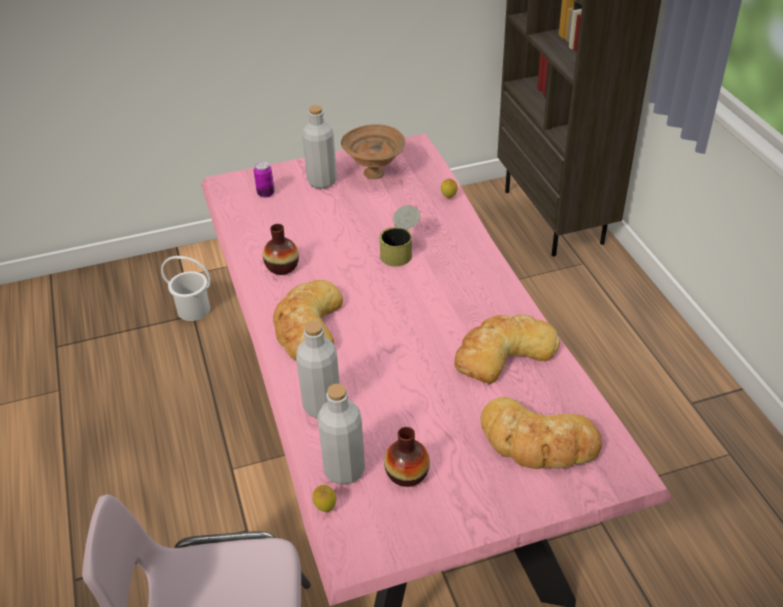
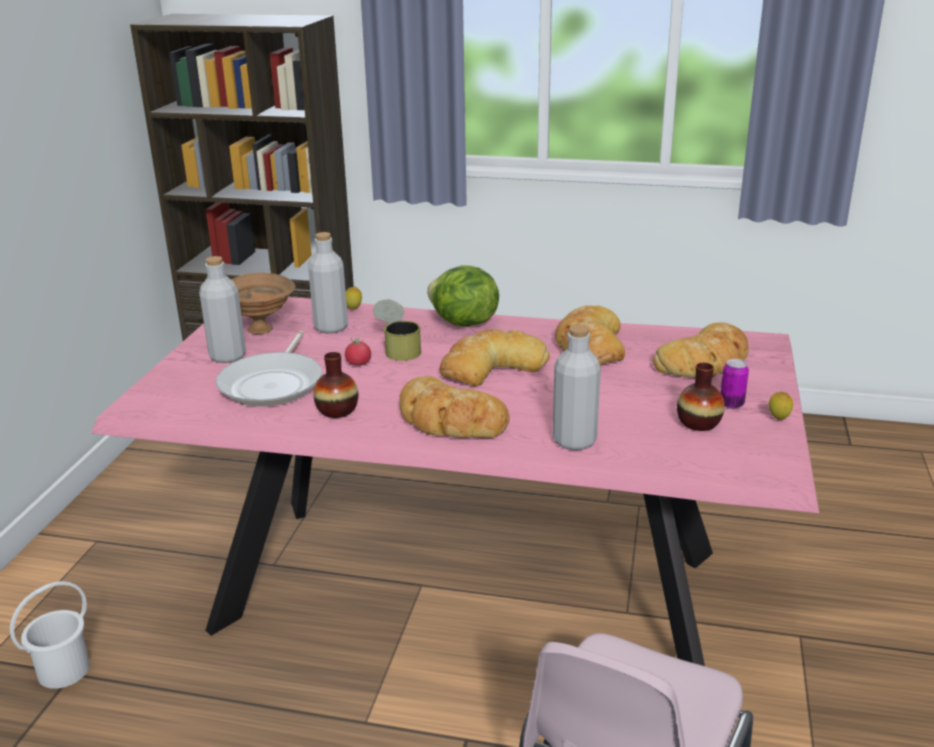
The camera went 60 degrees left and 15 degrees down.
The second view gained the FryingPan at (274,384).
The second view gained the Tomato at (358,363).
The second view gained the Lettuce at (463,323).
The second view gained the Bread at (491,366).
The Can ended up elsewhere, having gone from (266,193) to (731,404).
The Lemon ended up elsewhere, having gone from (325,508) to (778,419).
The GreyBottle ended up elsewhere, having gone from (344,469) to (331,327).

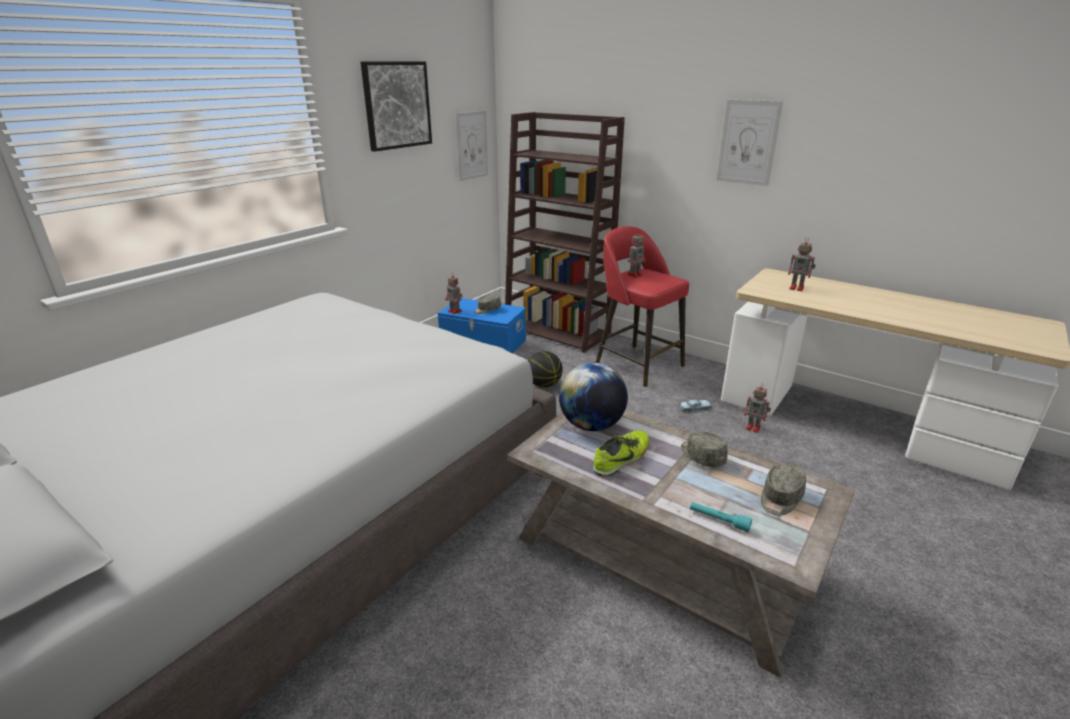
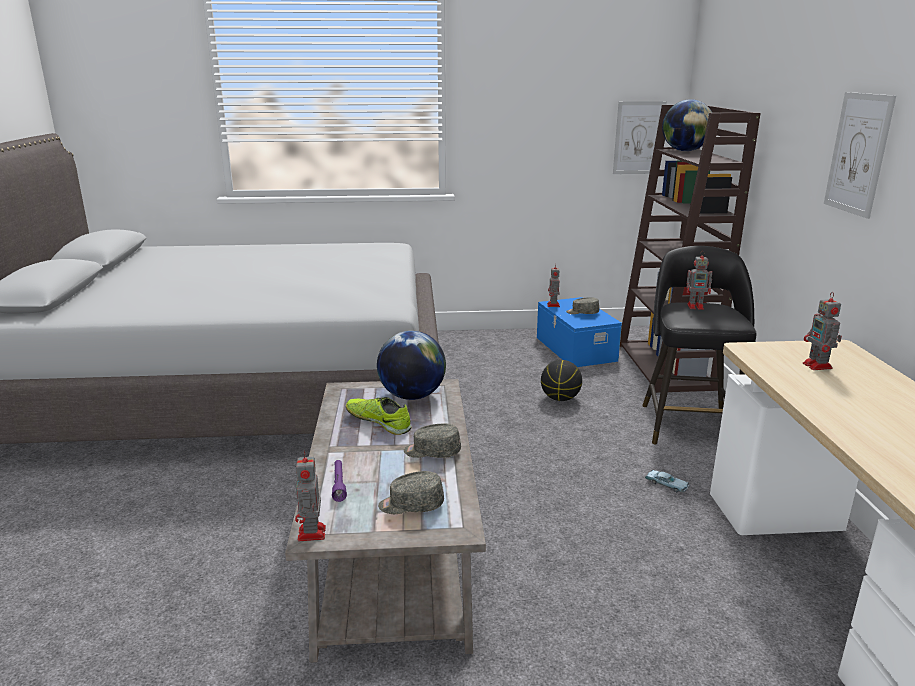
The camera went 50 degrees right and 5 degrees down.
The second view lost the Picture at (397,105).
The second view gained the Globe at (685,151).
The ToyRobot ended up elsewhere, having gone from (754,428) to (311,534).
What was the RedStool at (637,364) turned into the BlackStool at (689,424).
What was the TurquoiseFlashlight at (719,520) turned into the PurpleFlashlight at (339,484).
The Shoe at (622,458) ended up facing another way, 150 degrees counterclockwise from before.
The GreyCap at (701,456) ended up facing another way, 105 degrees counterclockwise from before.

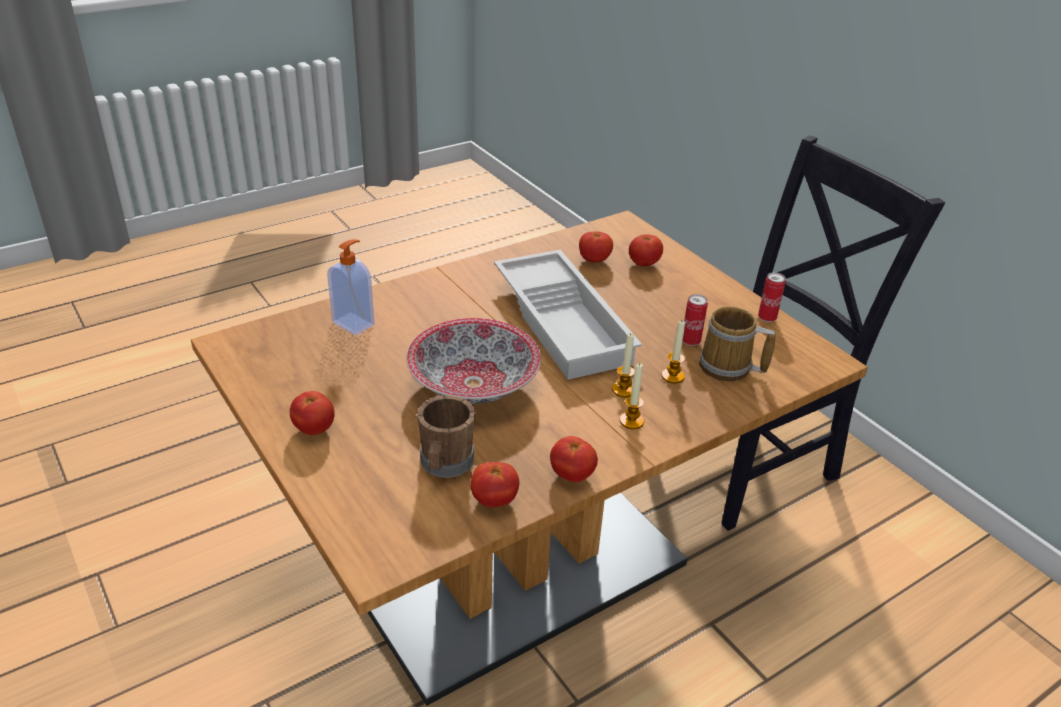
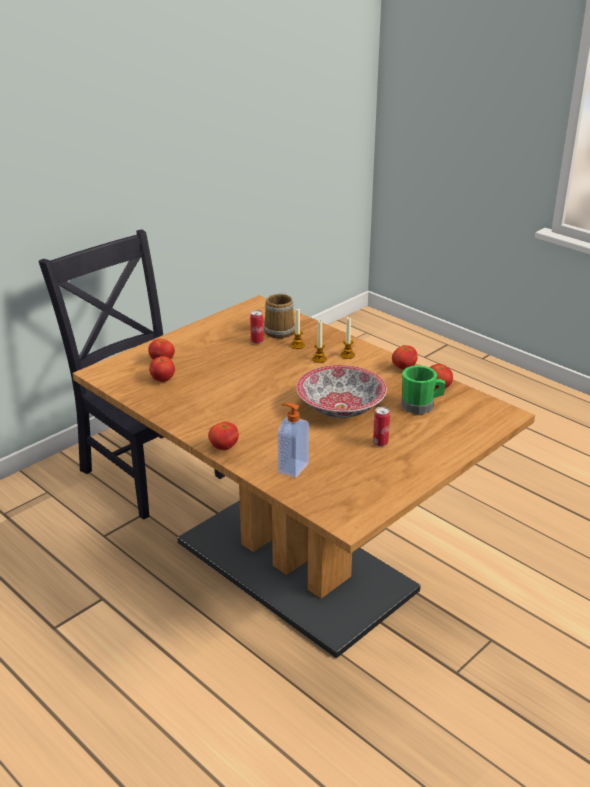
The camera went 100 degrees left and 5 degrees down.
The second view lost the WhiteTray at (565,322).
The Tomato ended up elsewhere, having gone from (314,429) to (224,447).
The Can ended up elsewhere, having gone from (767,318) to (380,443).
What was the BrownMug at (445,464) turned into the GreenMug at (421,406).

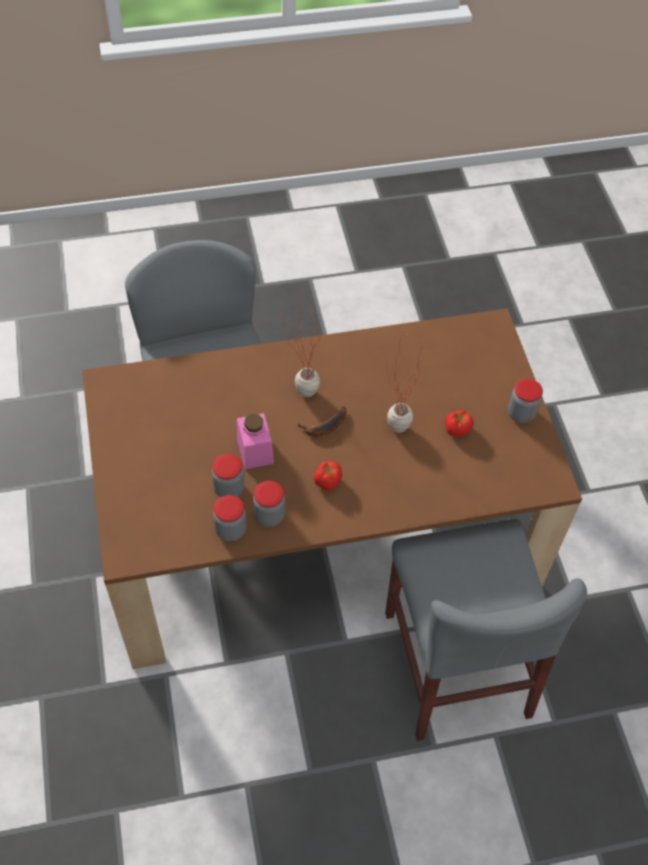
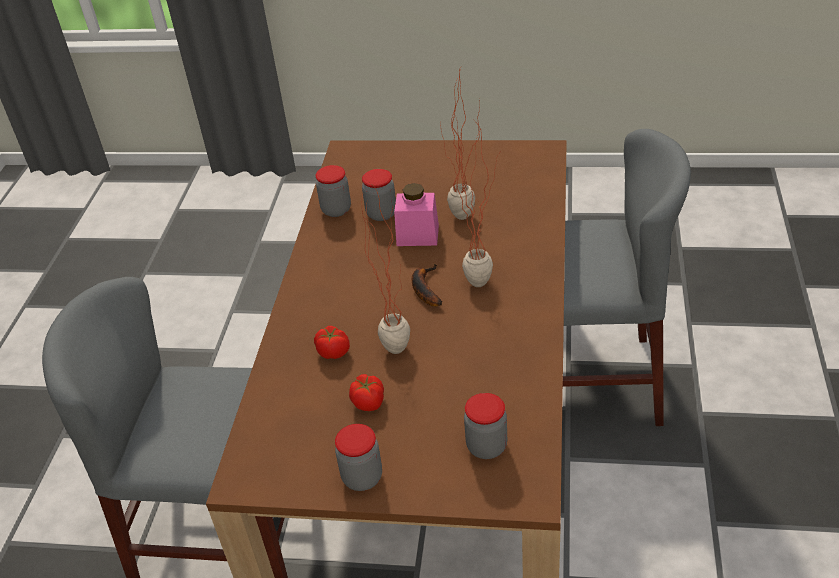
The camera went 115 degrees right and 15 degrees down.
The second view gained the PottedPlant at (465,221).
The Jar ended up elsewhere, having gone from (269,516) to (486,446).
The Tomato ended up elsewhere, having gone from (327,481) to (333,352).

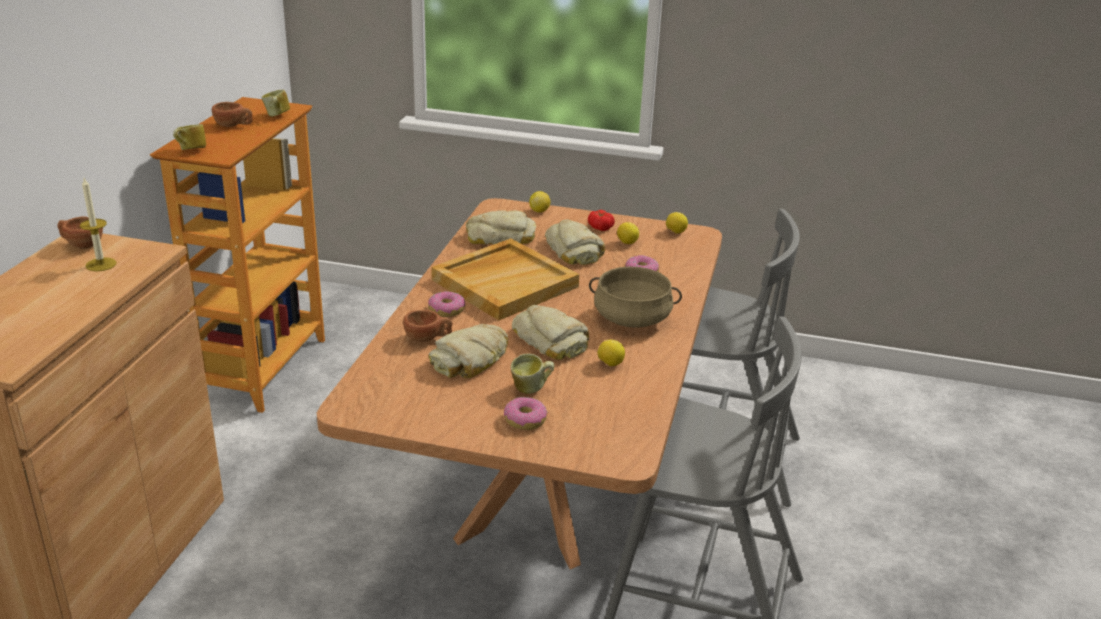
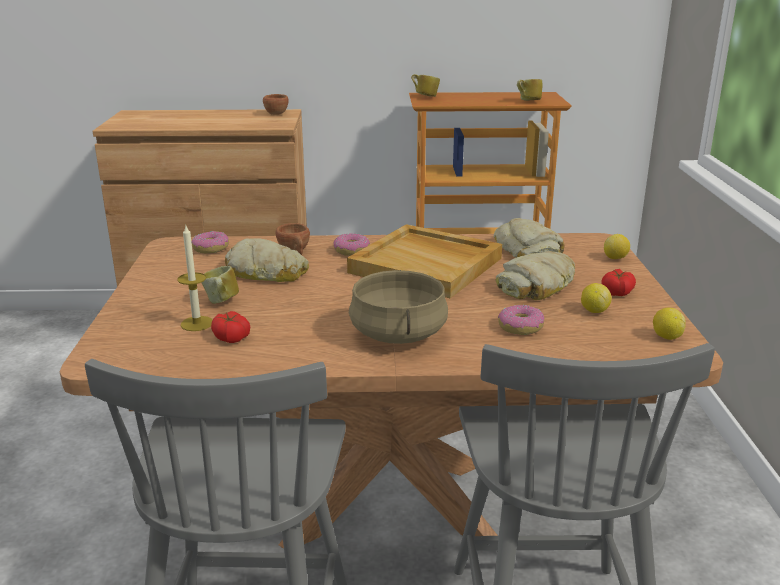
The camera went 75 degrees right and 5 degrees down.
The second view lost the BrownCup at (233,126).
The second view lost the Bread at (551,340).
The second view lost the Lemon at (610,364).
The second view gained the Tomato at (231,337).
The Candle ended up elsewhere, having gone from (101,264) to (197,323).
The Donut ended up elsewhere, having gone from (525,420) to (211,248).

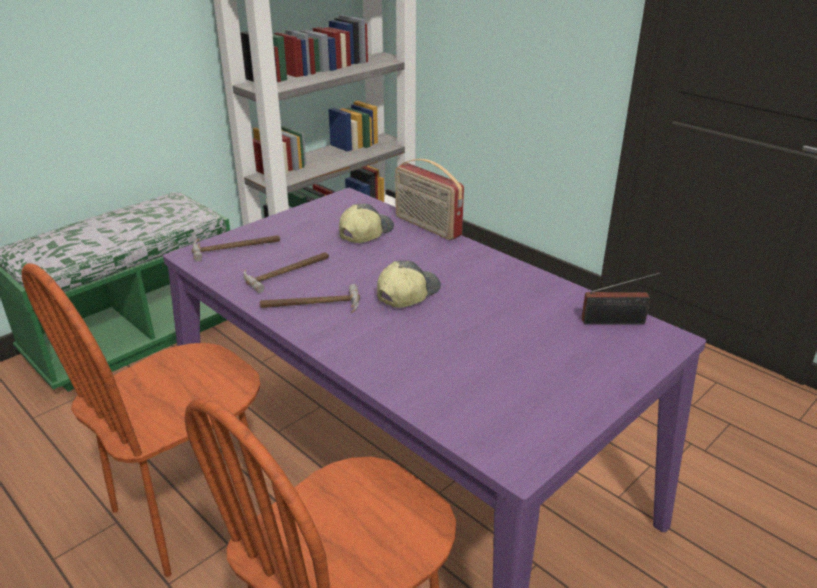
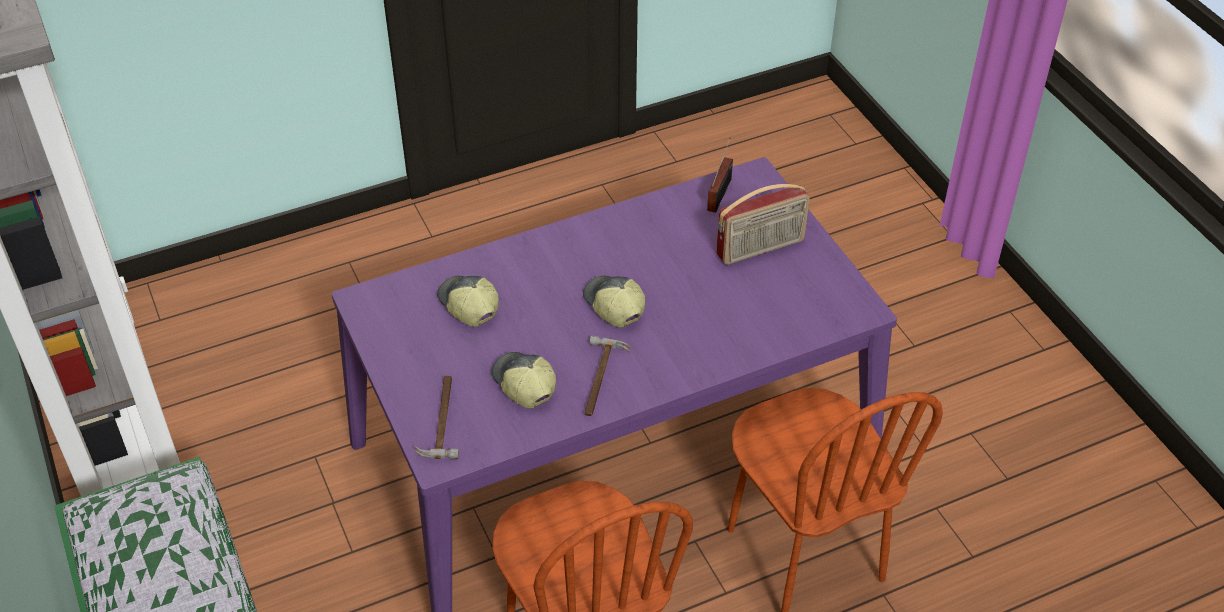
The camera went 70 degrees left and 15 degrees up.
The Radio ended up elsewhere, having gone from (427,226) to (761,248).
Where the Hammer stood at (288,271), the Cap came to stand at (523,384).

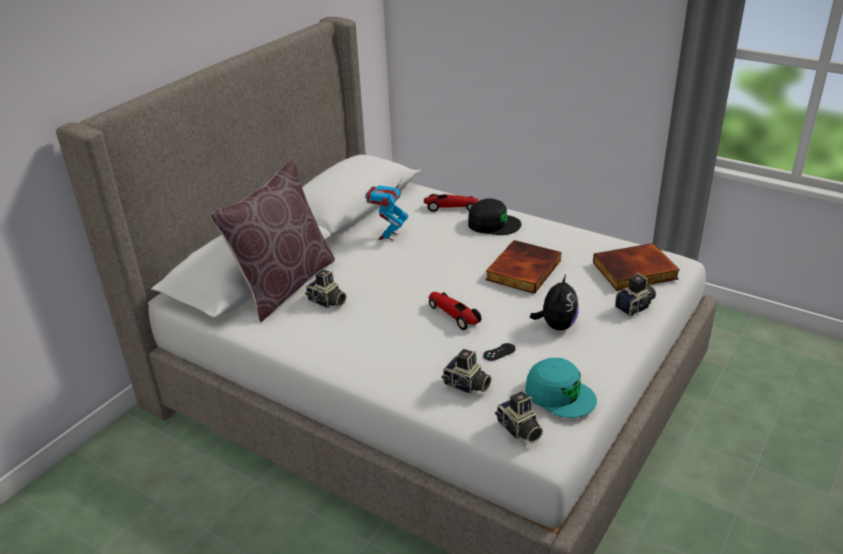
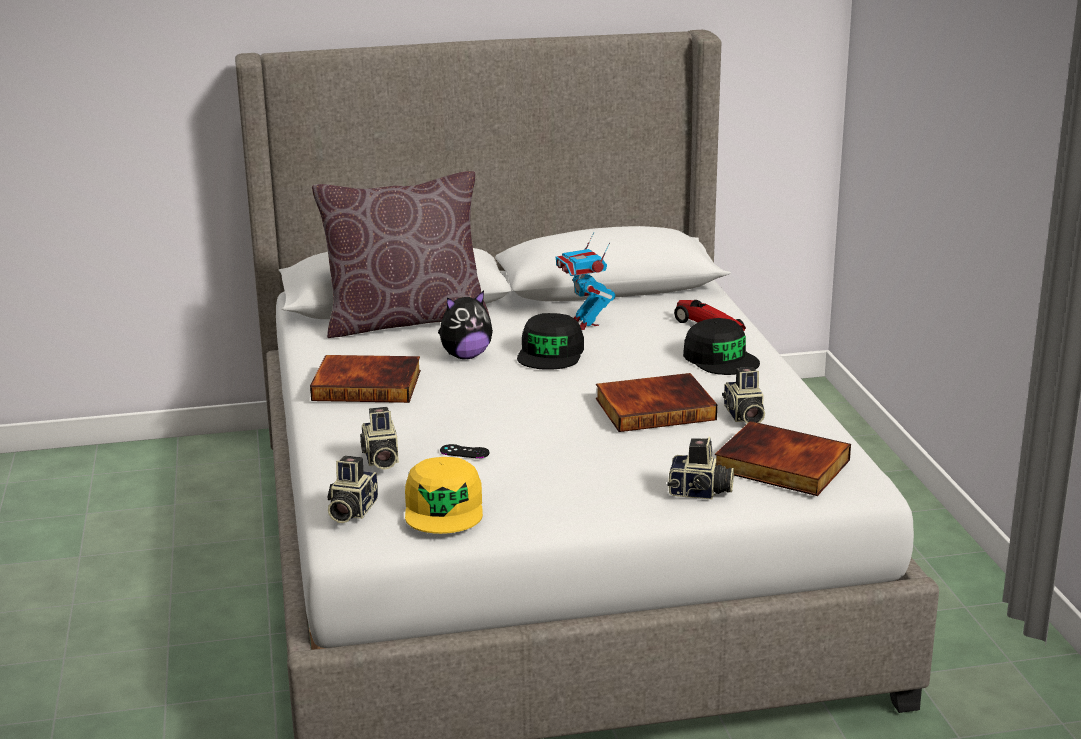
The camera went 45 degrees right and 10 degrees down.
The second view lost the ToyCar at (454,315).
The second view gained the Book at (368,384).
The second view gained the BlackCap at (551,353).
The PhotoCamera ended up elsewhere, having gone from (327,302) to (743,416).
The PlushToy ended up elsewhere, having gone from (556,325) to (465,356).
What was the TurquoiseCap at (559,394) turned into the YellowCap at (444,508).
The ToyRobot at (388,236) ended up facing another way, 90 degrees counterclockwise from before.

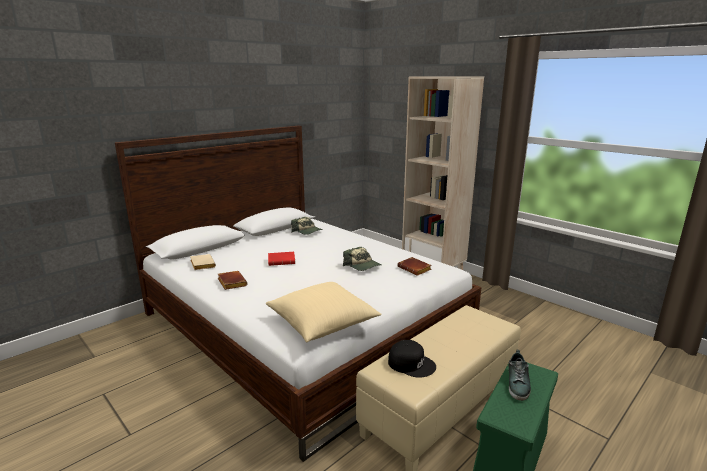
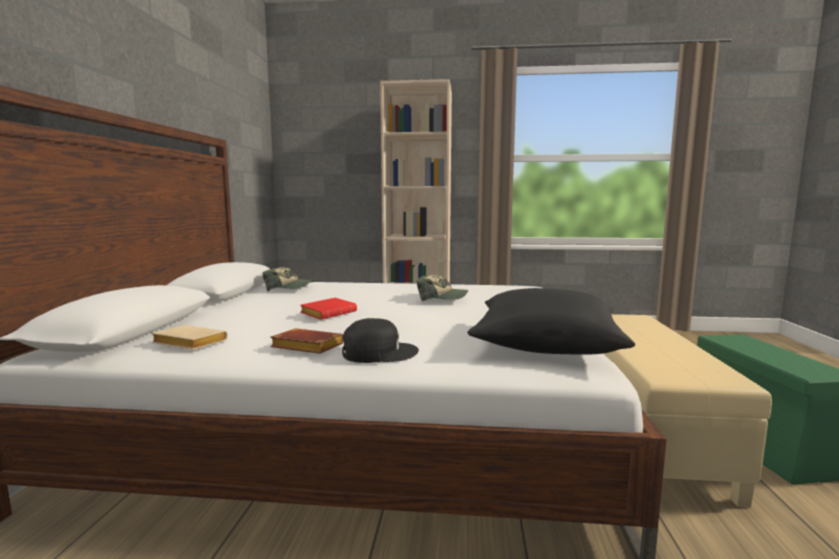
The camera went 40 degrees left and 10 degrees down.
The second view lost the BrownBook at (415,269).
The second view lost the Shoe at (518,383).
The BlackCap ended up elsewhere, having gone from (411,363) to (379,352).
What was the BeigePillow at (322,323) turned into the BlackPillow at (546,345).

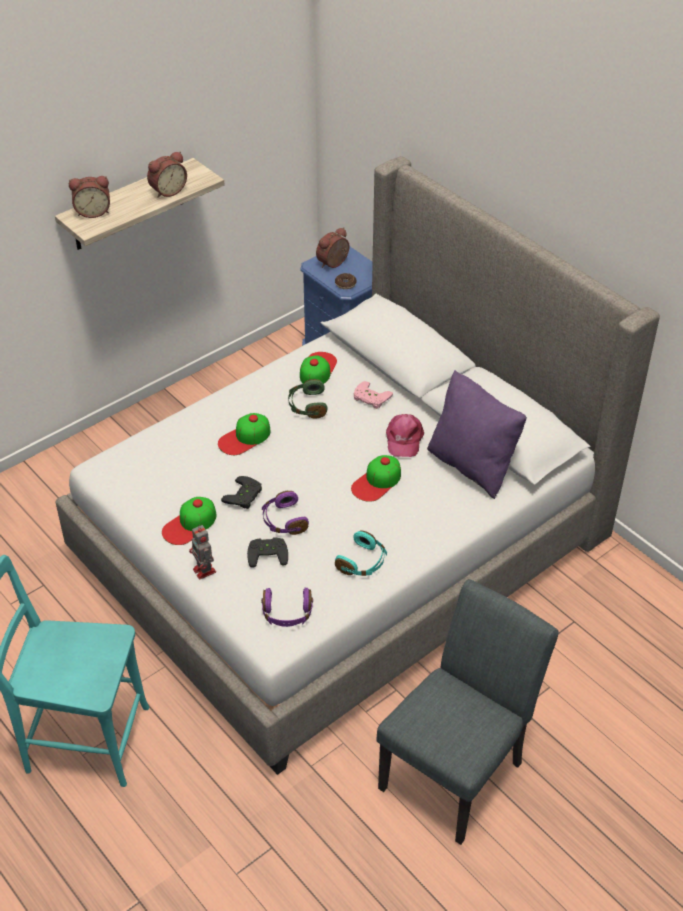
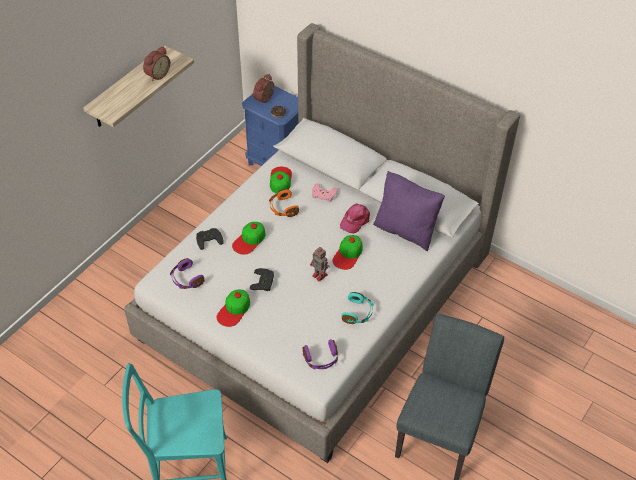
The camera went 15 degrees left and 5 degrees up.
The second view lost the AlarmClock at (93,211).
The ToyRobot ended up elsewhere, having gone from (205,571) to (320,275).
The BlackGameController ended up elsewhere, having gone from (268,553) to (209,239).
The PurpleHeadphones ended up elsewhere, having gone from (283,521) to (186,279).
What was the GreenHeadphones at (307,405) turned into the OrangeHeadphones at (283,208).
The PinkCap at (403,439) ended up facing another way, 45 degrees clockwise from before.

